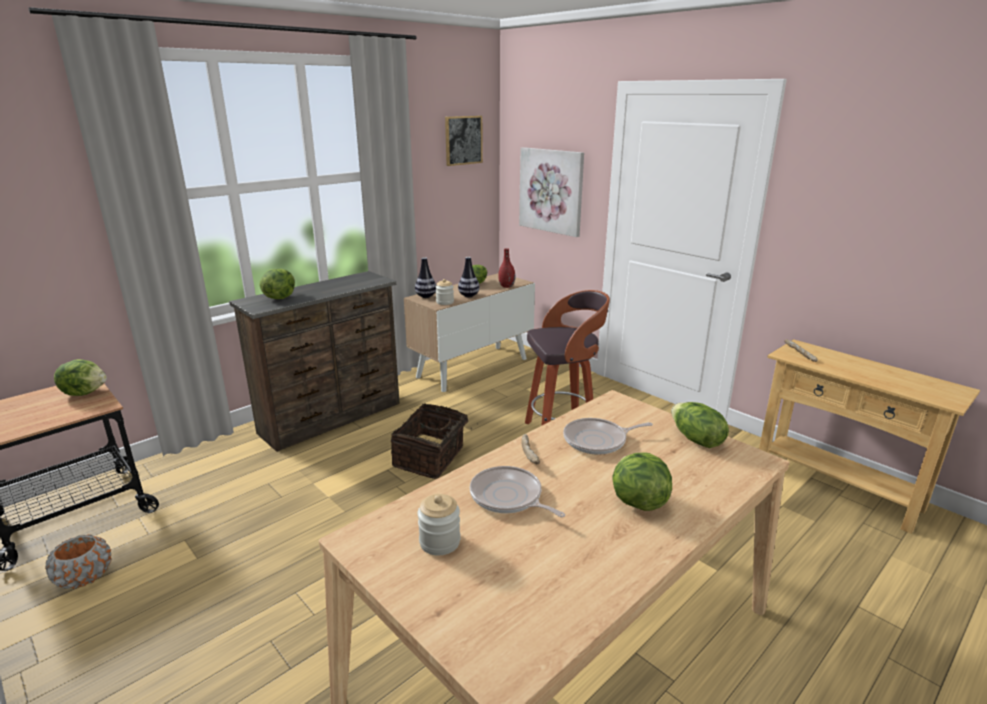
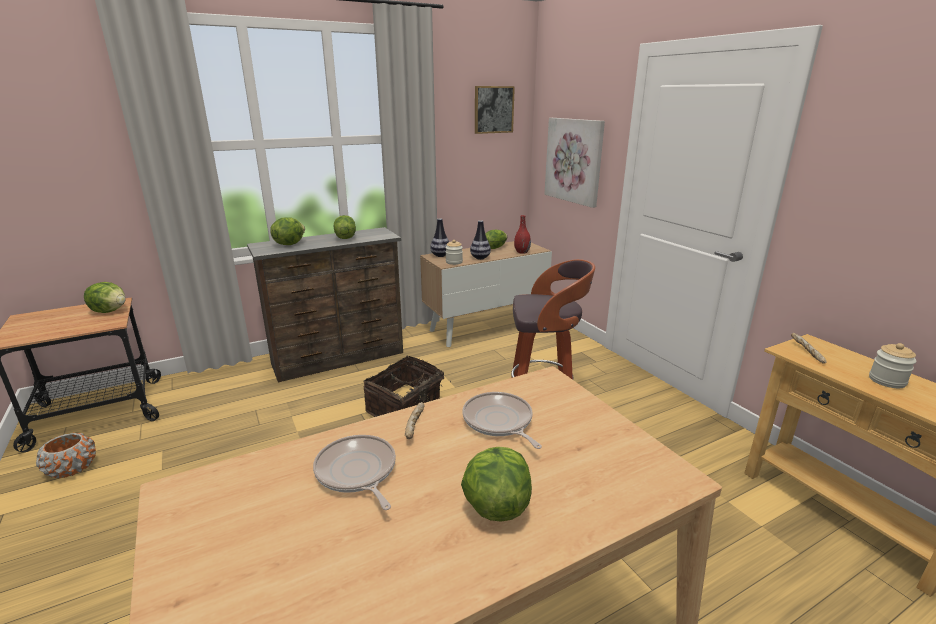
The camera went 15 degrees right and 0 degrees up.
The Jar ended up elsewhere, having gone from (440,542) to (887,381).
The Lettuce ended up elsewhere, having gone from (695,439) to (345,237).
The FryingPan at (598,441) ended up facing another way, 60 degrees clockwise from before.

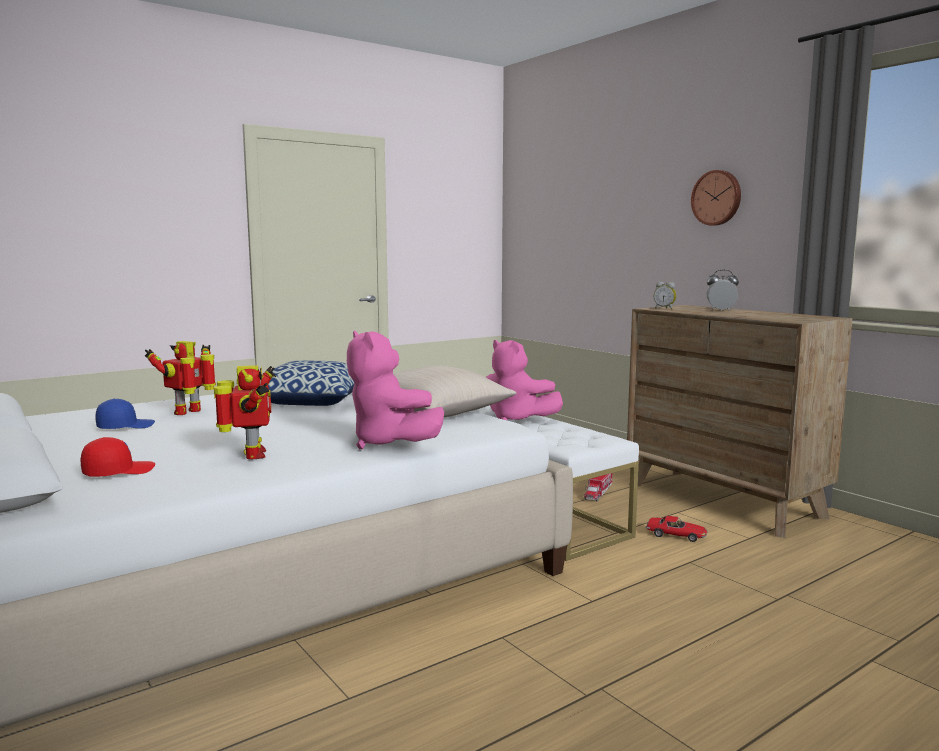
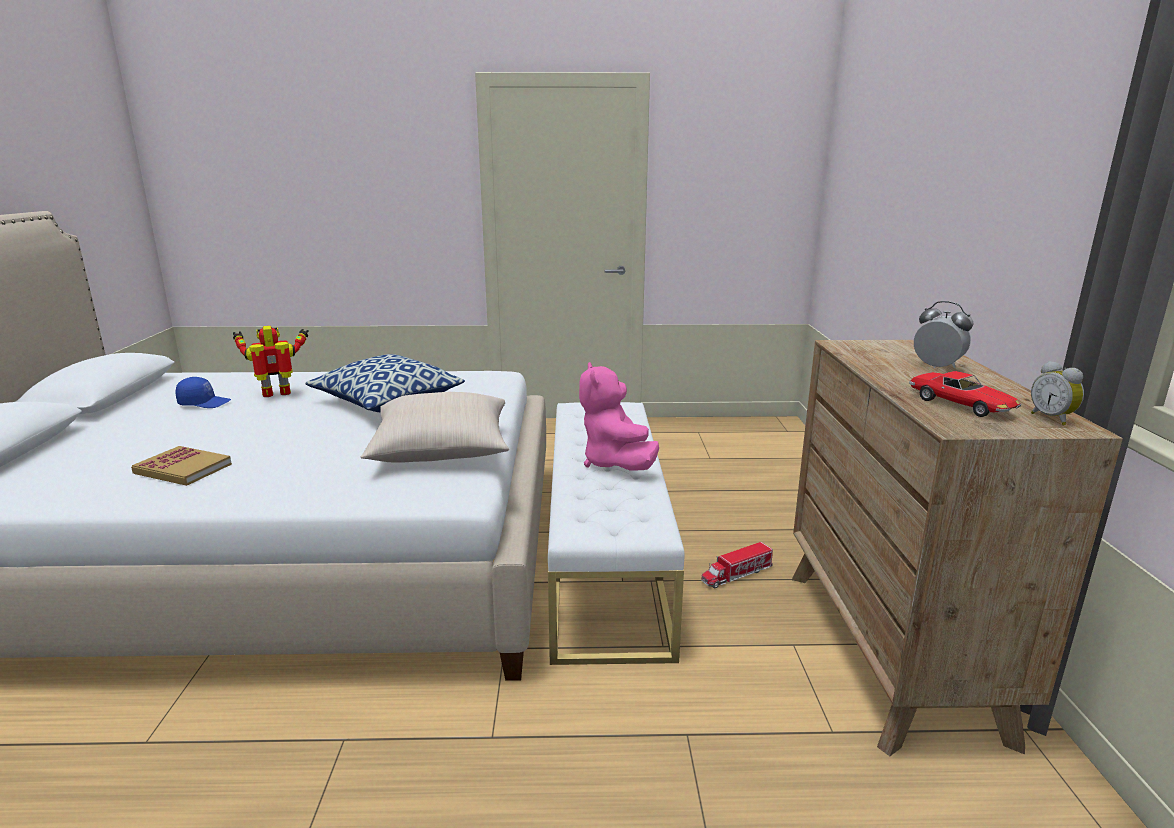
The camera went 35 degrees right and 10 degrees up.
The second view lost the RedCap at (118,472).
The second view lost the PinkPlushToy at (389,443).
The second view lost the WallClock at (717,198).
The ToyCar ended up elsewhere, having gone from (676,535) to (961,405).
The AlarmClock ended up elsewhere, having gone from (664,308) to (1052,418).
Where the ToyRobot stood at (251,455), the Book came to stand at (183,469).

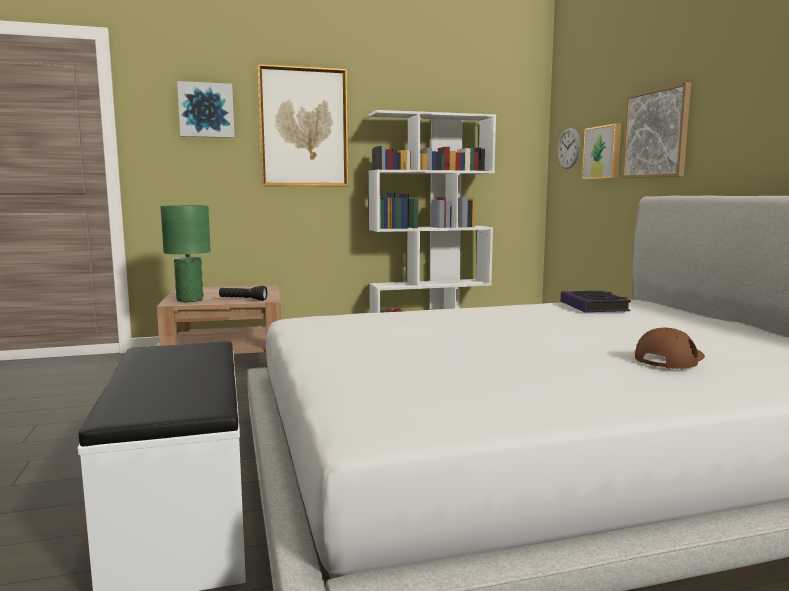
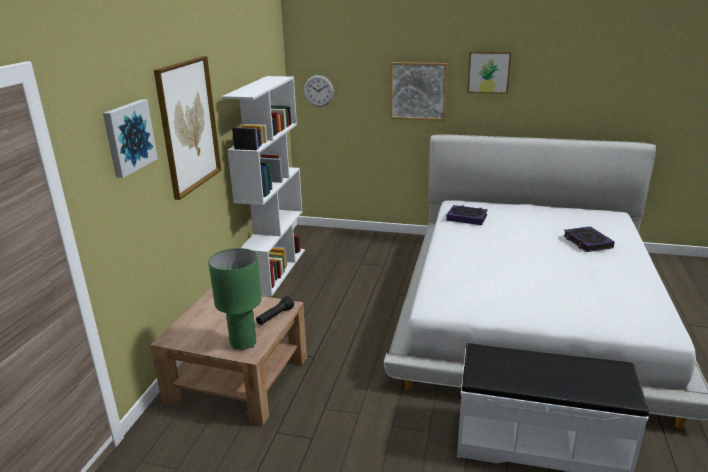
The camera went 60 degrees left and 15 degrees up.
The Picture ended up elsewhere, having gone from (603,152) to (489,72).
Where the BrownCap stood at (670,358), the Book came to stand at (587,242).

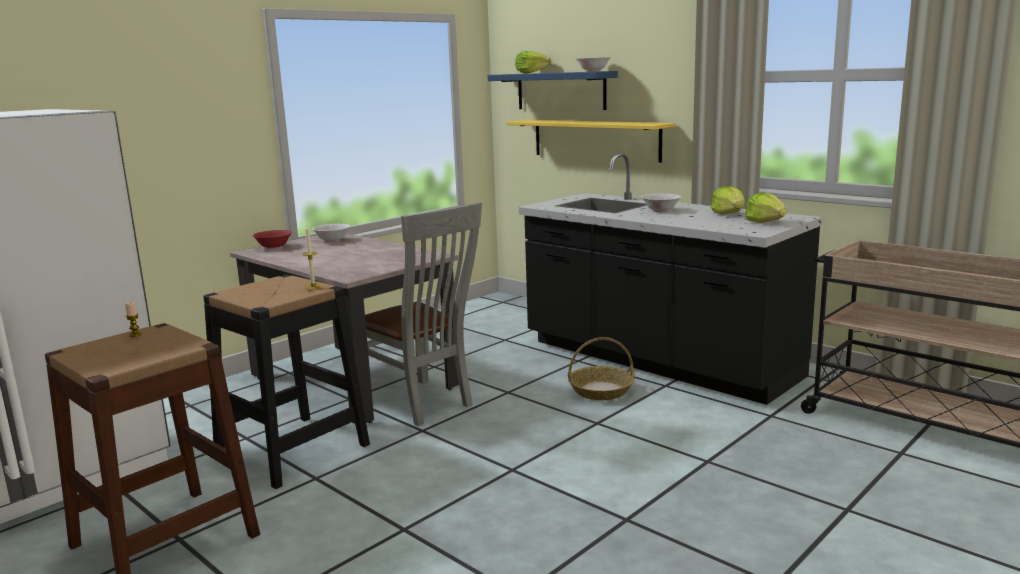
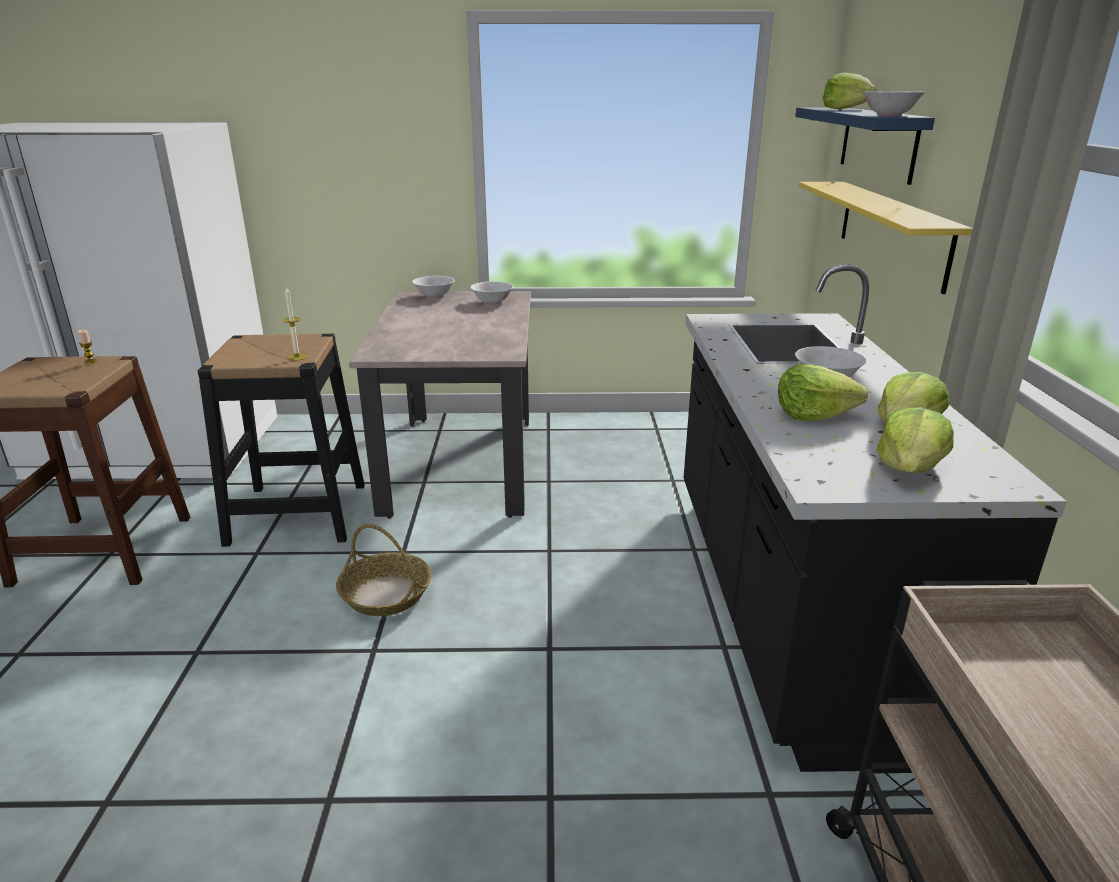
The camera went 45 degrees right and 10 degrees up.
The second view lost the GreyChair at (422,404).
The second view gained the Lettuce at (813,414).
The Basket ended up elsewhere, having gone from (601,390) to (386,594).
What was the RedBowl at (273,247) turned into the WhiteBowl at (434,296).

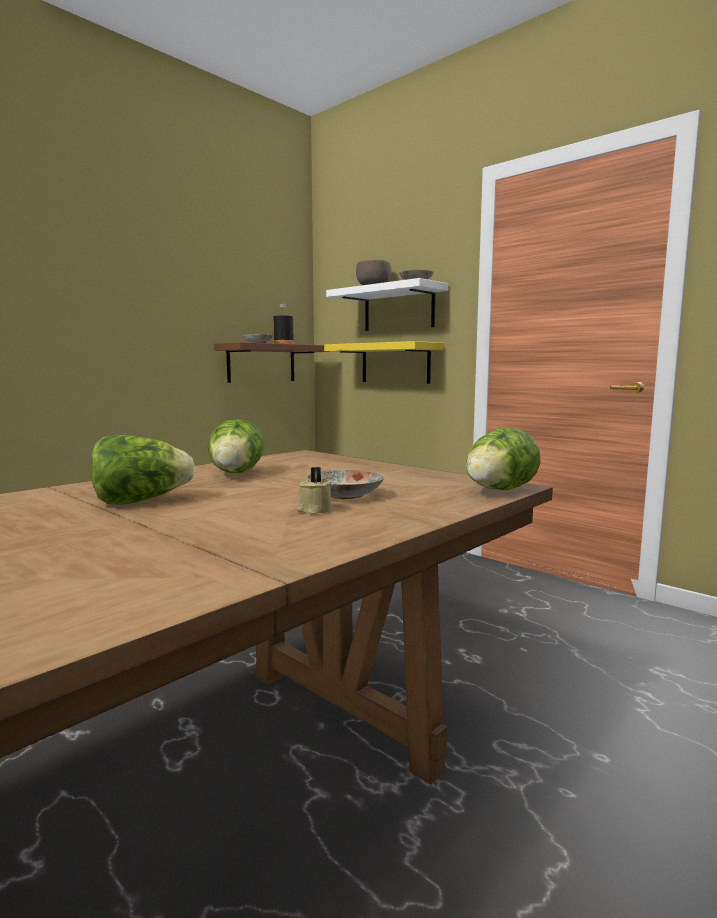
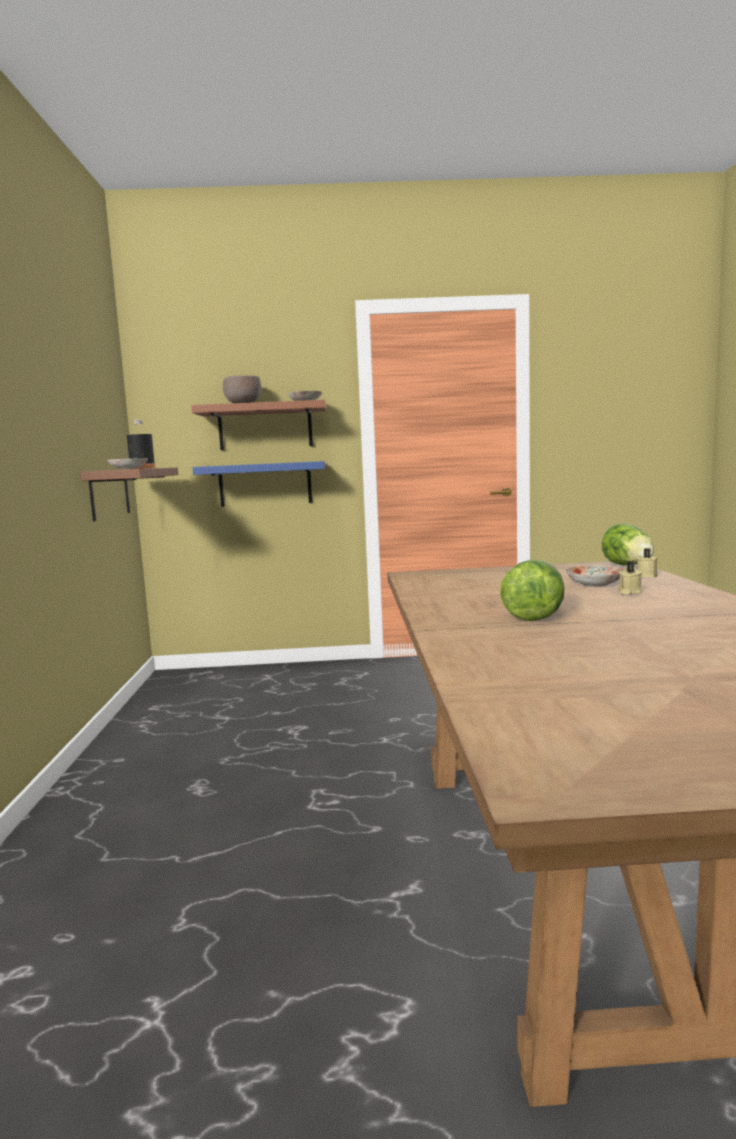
The camera went 45 degrees left and 0 degrees up.
The second view lost the Lettuce at (235,474).
The second view gained the BeigeCandle at (646,576).
What was the YellowShelf at (395,363) turned into the BlueShelf at (265,484).
What was the WhiteShelf at (398,309) turned into the BrownShelf at (265,427).

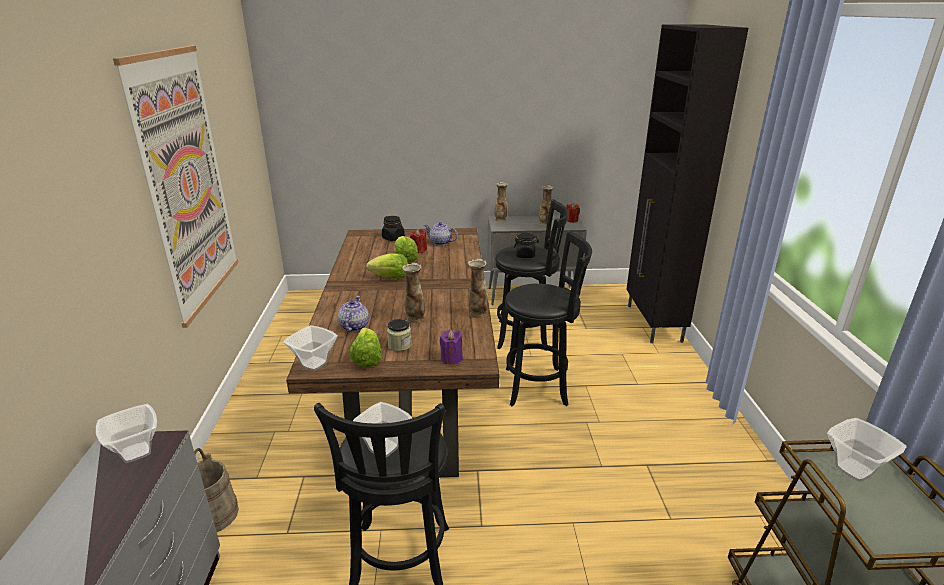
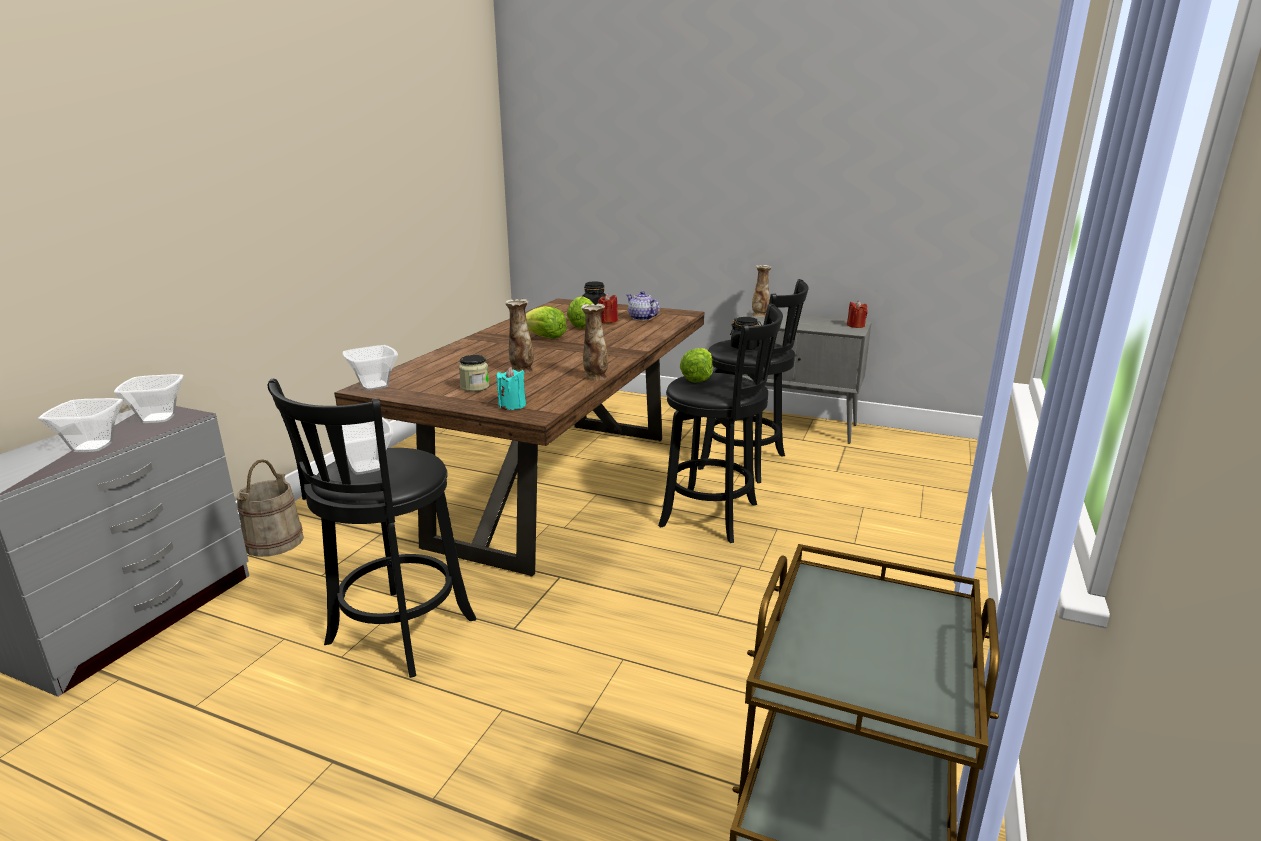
The camera went 25 degrees right and 5 degrees down.
The second view lost the Picture at (187,182).
The second view lost the Teapot at (354,327).
The second view lost the Vase at (545,223).
The second view lost the BlackCabinet at (653,323).
The Lettuce ended up elsewhere, having gone from (366,359) to (697,378).
The Bowl ended up elsewhere, having gone from (856,470) to (93,447).
What was the PurpleCandle at (451,358) turned into the TurquoiseCandle at (512,405).

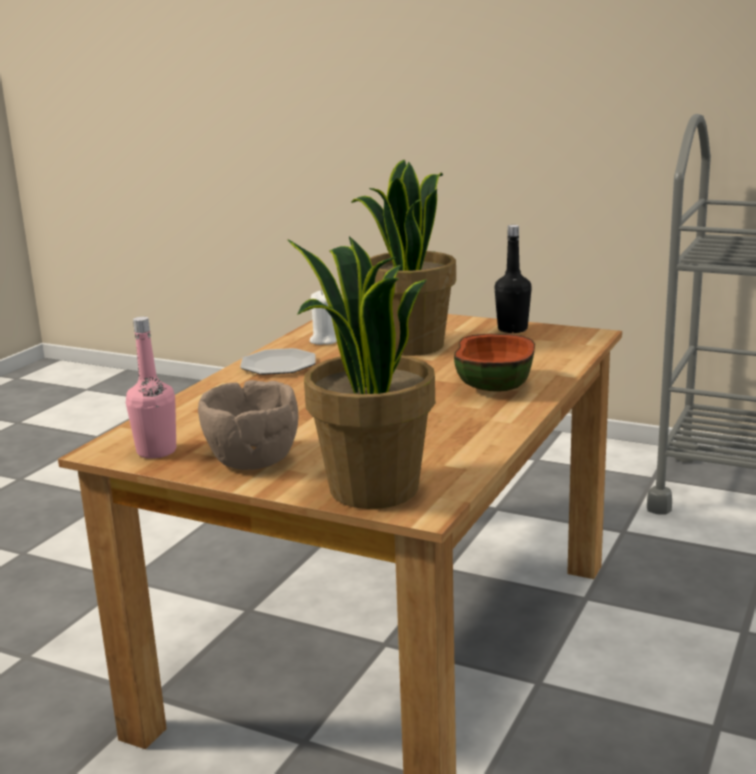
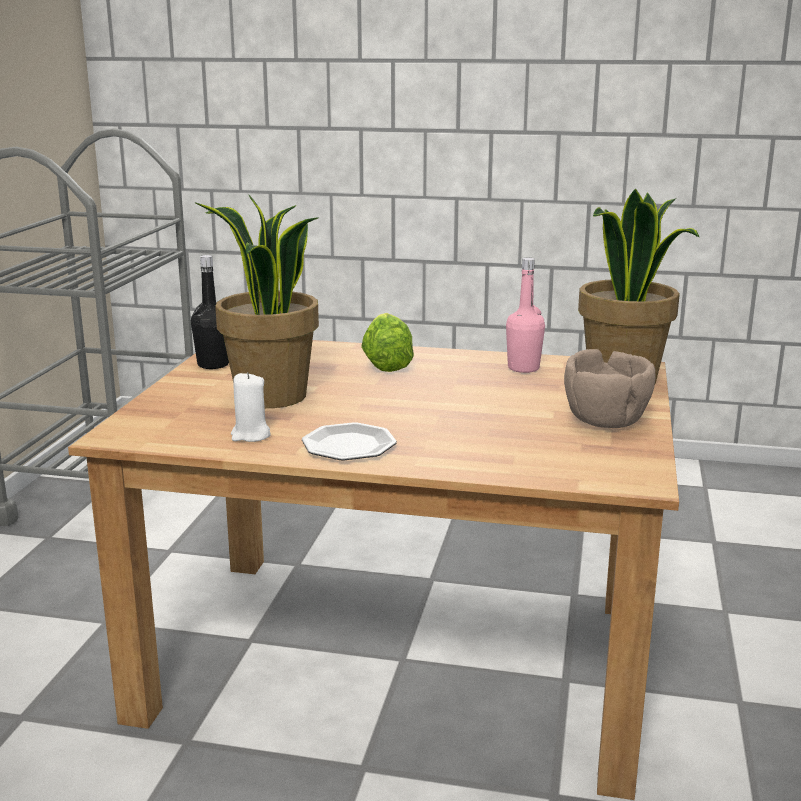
The camera went 105 degrees left and 0 degrees up.
The PinkBottle ended up elsewhere, having gone from (156,451) to (523,368).
Where the Bowl stood at (493,386), the Lettuce came to stand at (387,363).

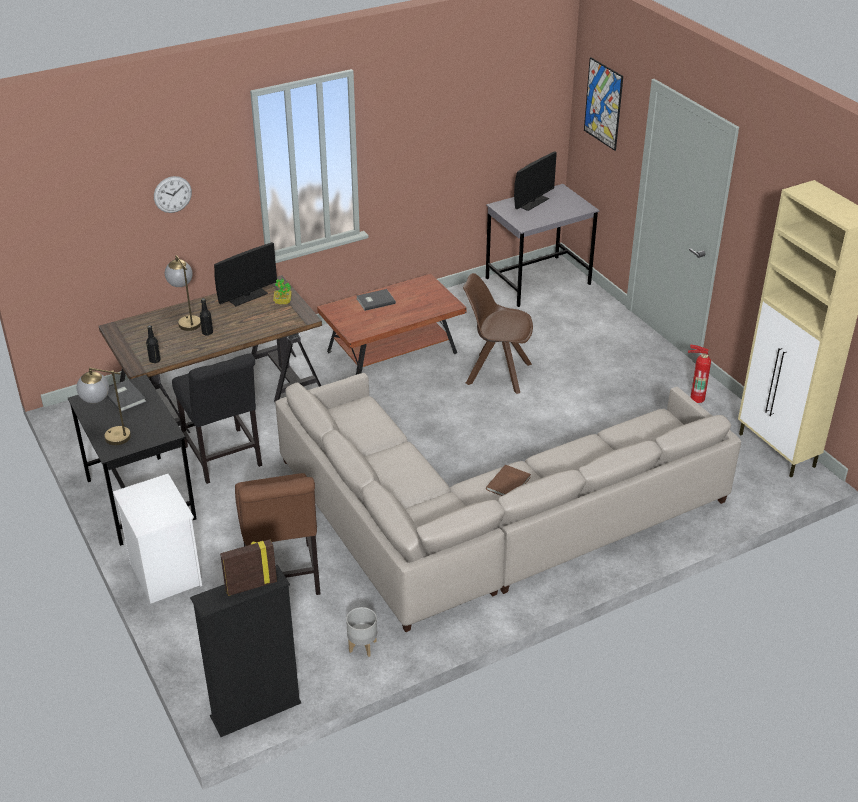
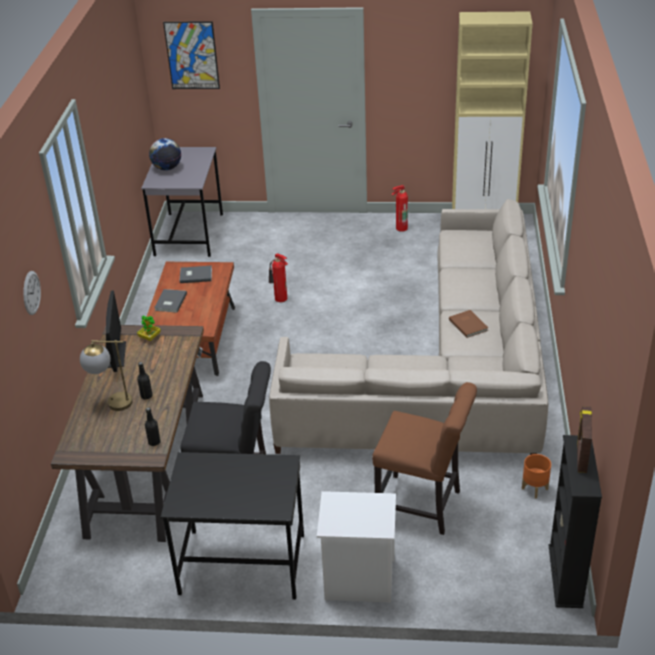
The camera went 55 degrees left and 0 degrees up.
The second view lost the TableLamp at (108,436).
The GreyBook ended up elsewhere, having gone from (125,396) to (195,275).
Where the BrownChair stood at (496,373), the FireExtinguisher came to stand at (280,299).
Where the Monitor stood at (532,202), the Globe came to stand at (167,168).
What was the GreyPlanter at (362,647) turned into the OrangePlanter at (535,489).

